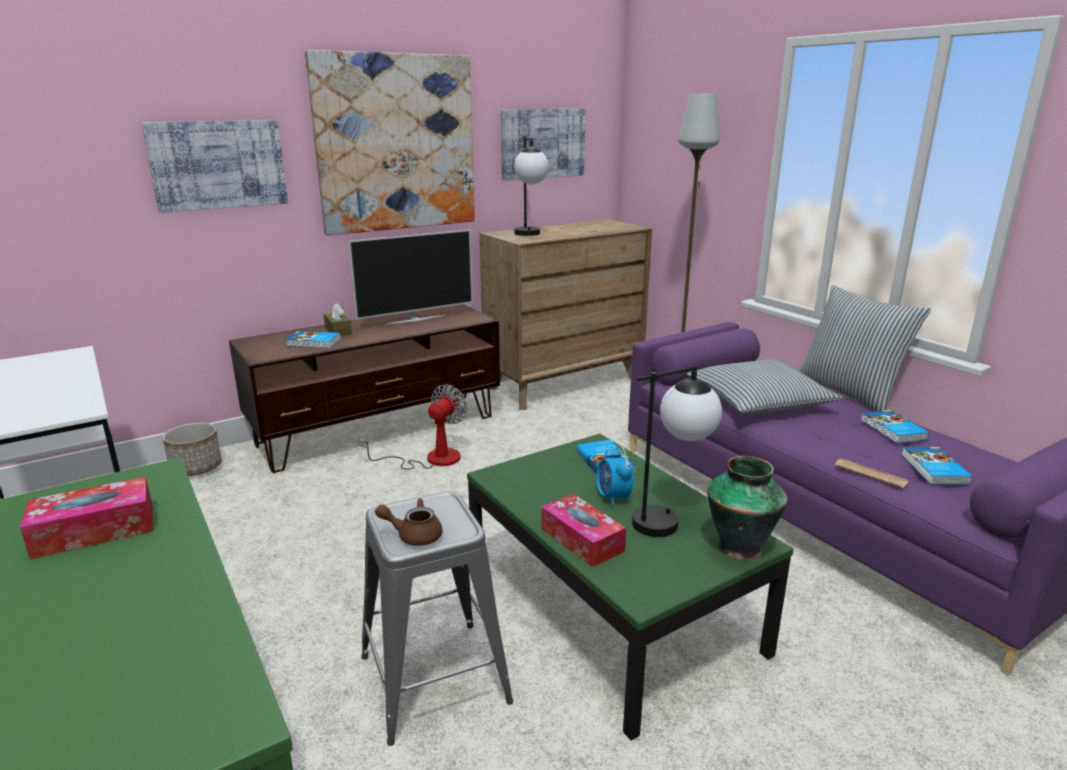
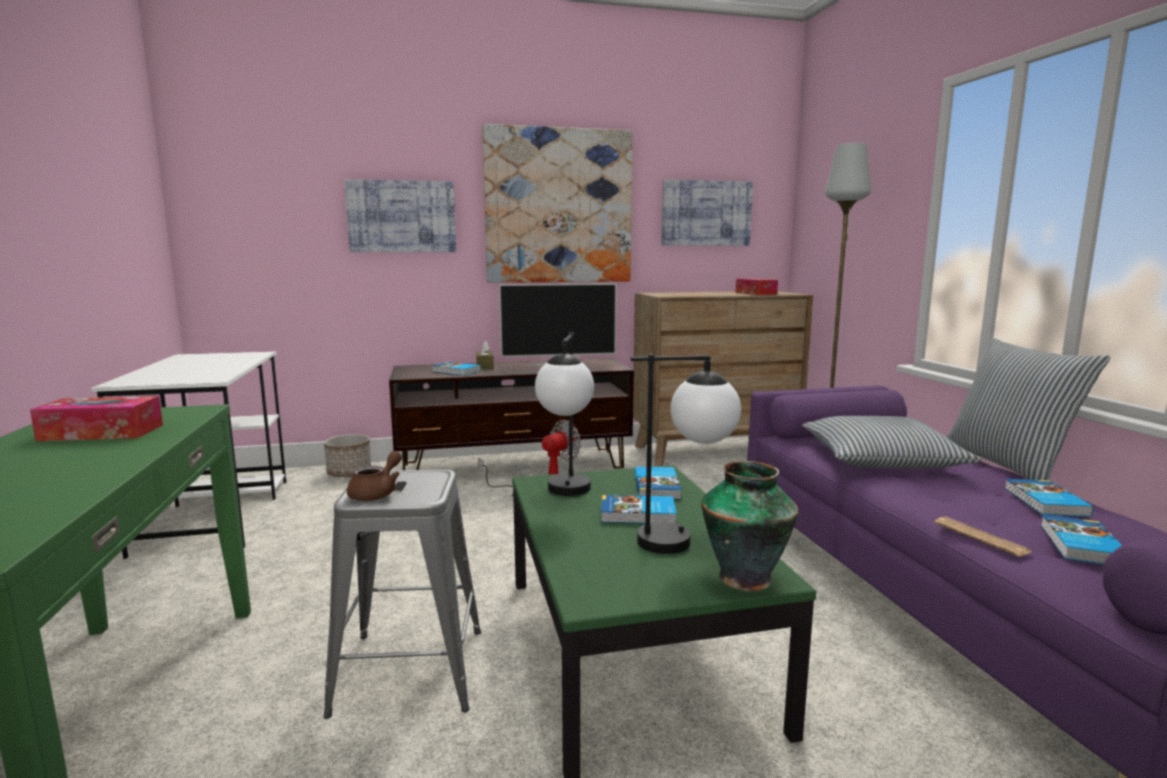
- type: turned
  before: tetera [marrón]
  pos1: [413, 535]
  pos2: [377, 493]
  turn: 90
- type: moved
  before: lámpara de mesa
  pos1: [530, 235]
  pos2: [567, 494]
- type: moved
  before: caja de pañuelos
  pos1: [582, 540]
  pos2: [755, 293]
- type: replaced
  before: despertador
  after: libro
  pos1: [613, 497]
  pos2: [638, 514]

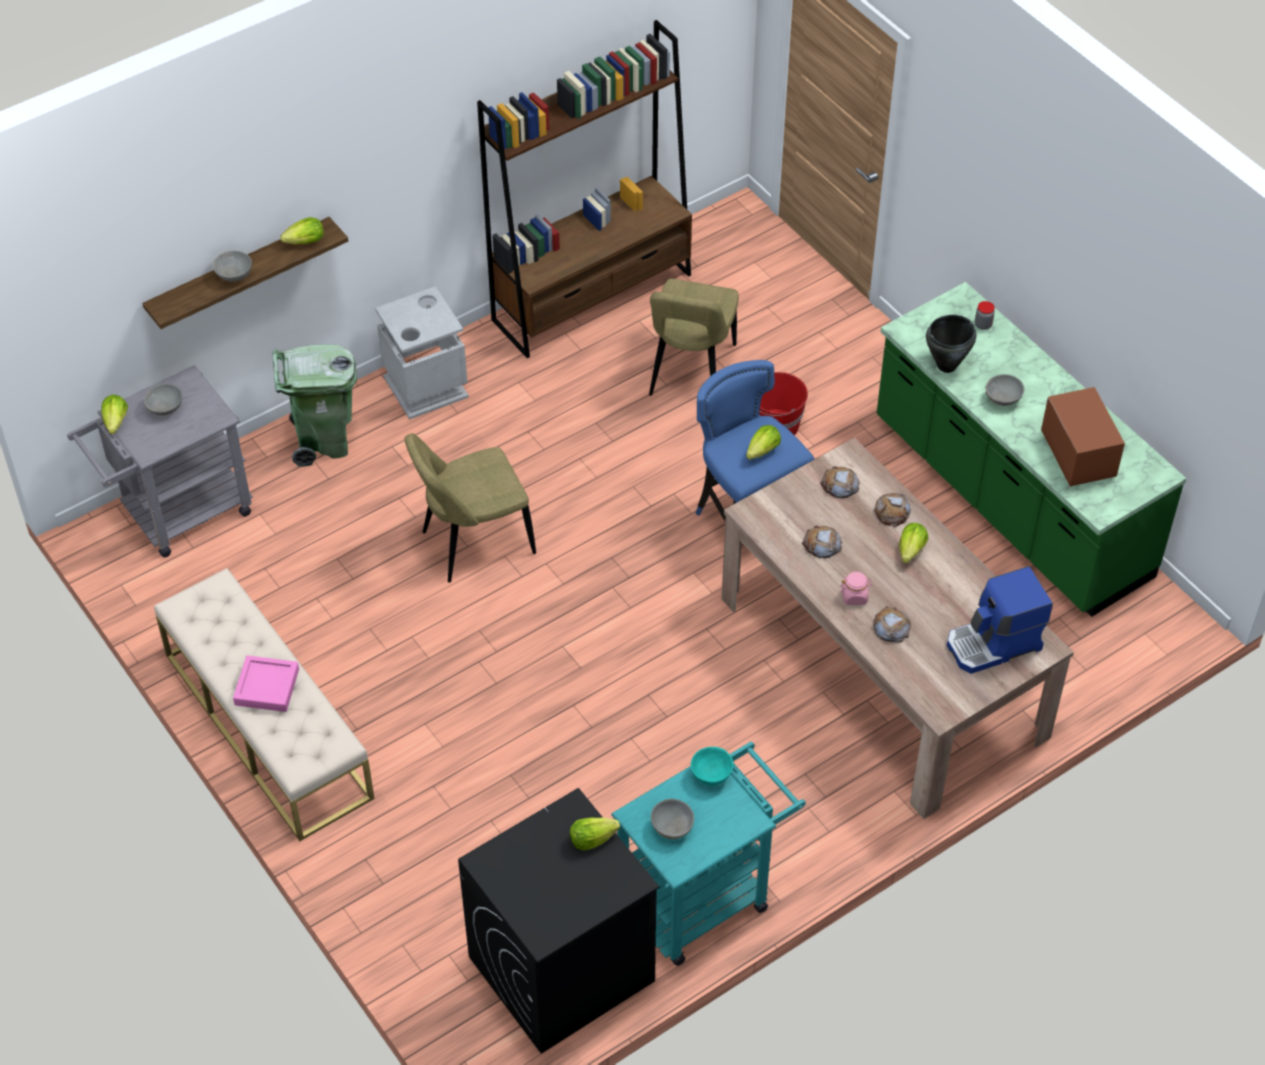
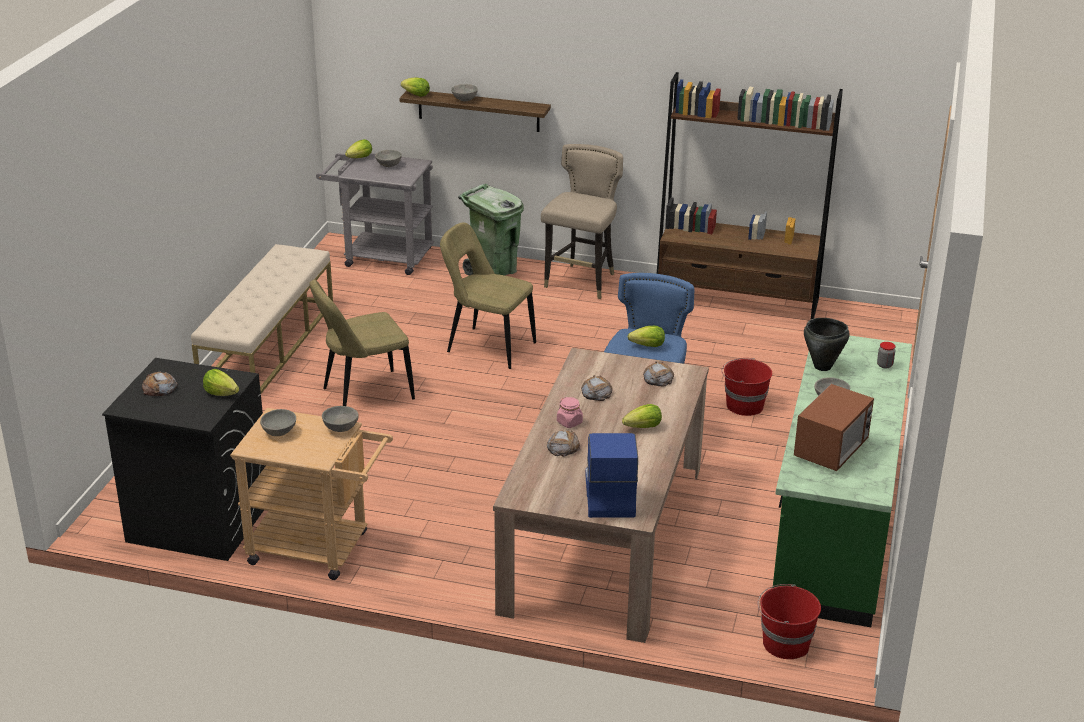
- type: removed
  before: bandeja [rosa]
  pos1: [267, 687]
- type: moved
  before: lechuga
  pos1: [306, 242]
  pos2: [416, 95]
- type: replaced
  before: papelera [gris]
  after: taburete [beis]
  pos1: [426, 386]
  pos2: [582, 282]
- type: recoloured
  before: carrito [turquesa]
  after: carrito [beis]
  pos1: [703, 895]
  pos2: [318, 549]
- type: moved
  before: silla [beis]
  pos1: [690, 373]
  pos2: [364, 395]
- type: recoloured
  before: cuenco [turquesa]
  after: cuenco [gris]
  pos1: [710, 774]
  pos2: [340, 428]
- type: moved
  before: pan
  pos1: [892, 512]
  pos2: [159, 388]
- type: turned
  before: cafetera
  pos1: [994, 644]
  pos2: [608, 495]
  turn: 60
- type: added
  after: cubo [rojo]
  pos2: [784, 643]

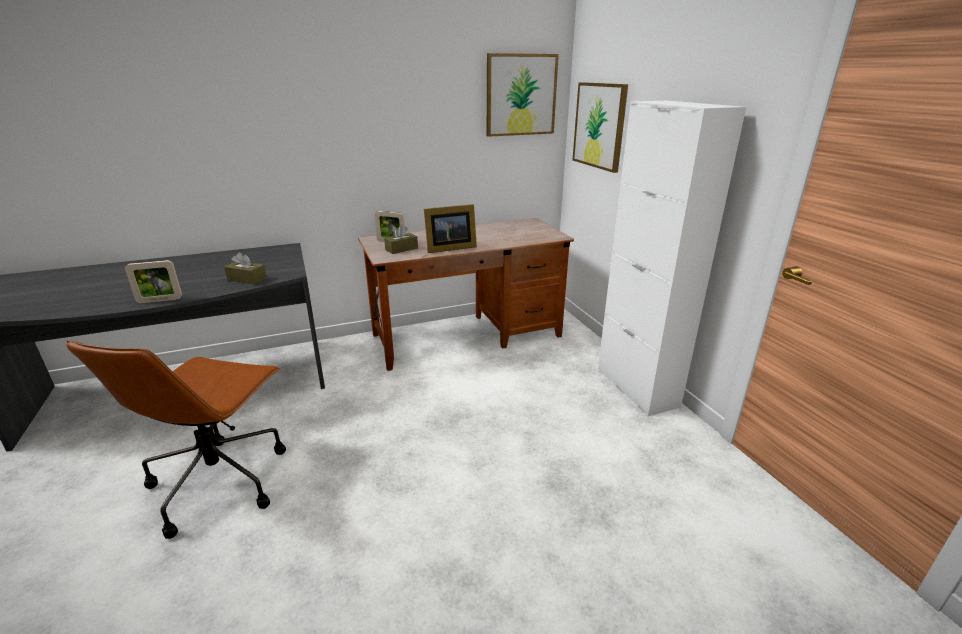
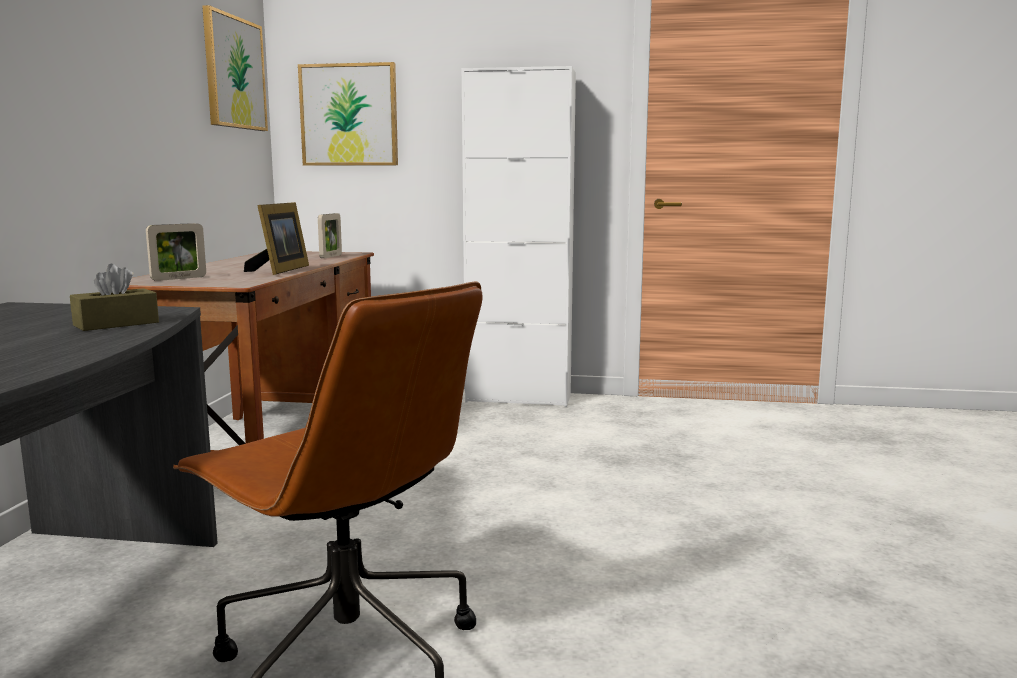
- type: moved
  before: portarretratos
  pos1: [160, 300]
  pos2: [331, 256]
- type: removed
  before: caja de pañuelos [marrón]
  pos1: [401, 249]

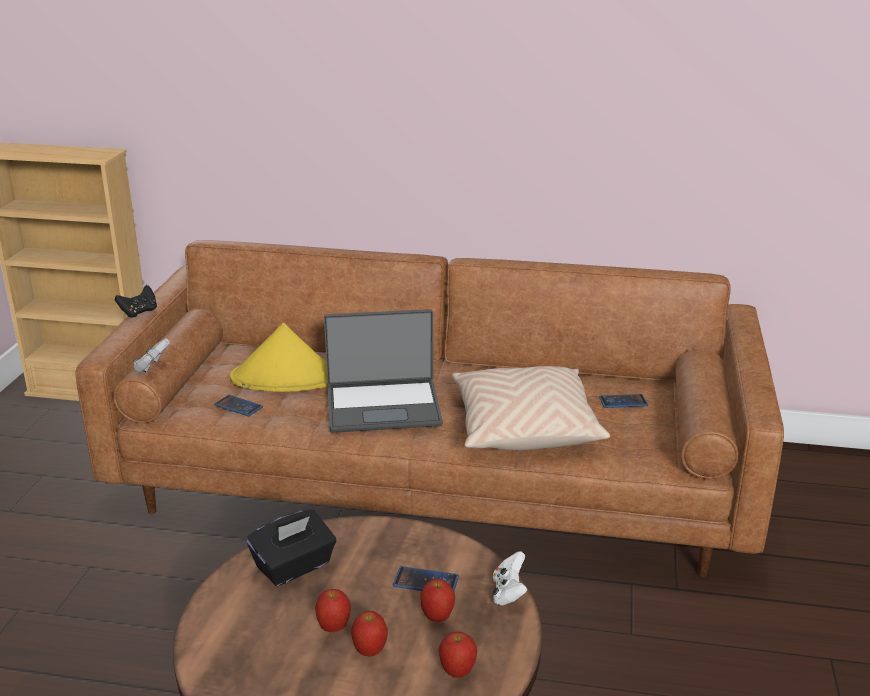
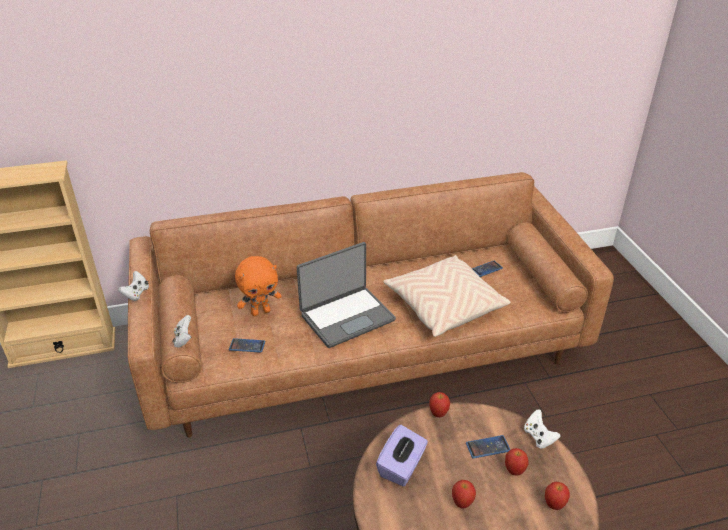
- type: recoloured
  before: mando de consola [negro]
  after: mando de consola [blanco]
  pos1: [139, 312]
  pos2: [136, 293]
- type: replaced
  before: sombrero [amarillo]
  after: peluche [naranja]
  pos1: [285, 378]
  pos2: [261, 311]
- type: recoloured
  before: caja de pañuelos [negro]
  after: caja de pañuelos [morado]
  pos1: [294, 567]
  pos2: [402, 467]
- type: moved
  before: manzana
  pos1: [370, 651]
  pos2: [438, 413]

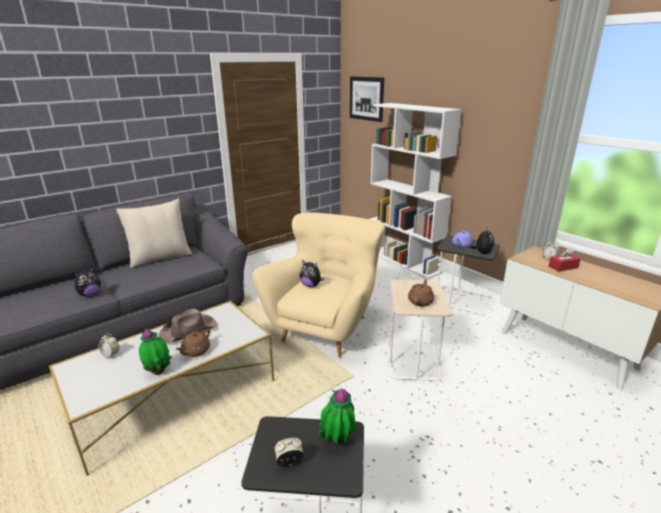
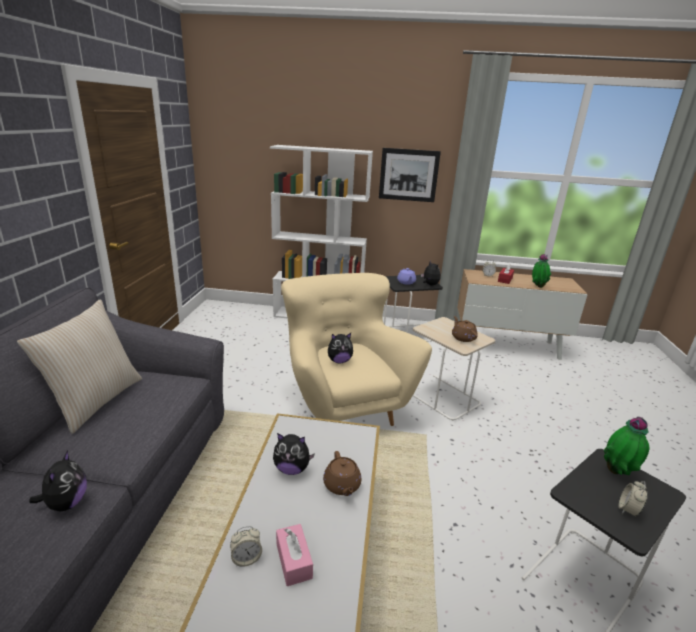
- type: moved
  before: planta en maceta
  pos1: [158, 371]
  pos2: [537, 287]
- type: replaced
  before: sombrero [marrón]
  after: peluche
  pos1: [189, 330]
  pos2: [292, 469]
- type: moved
  before: cuadro
  pos1: [366, 98]
  pos2: [408, 175]
- type: added
  after: caja de pañuelos [rosa]
  pos2: [294, 561]

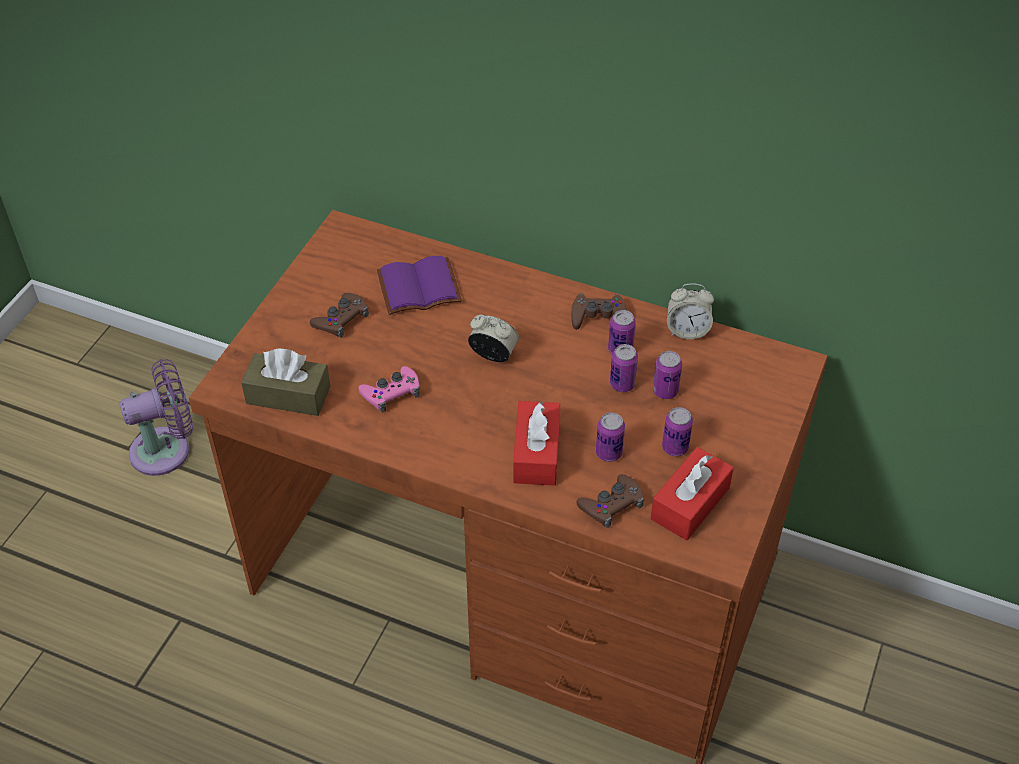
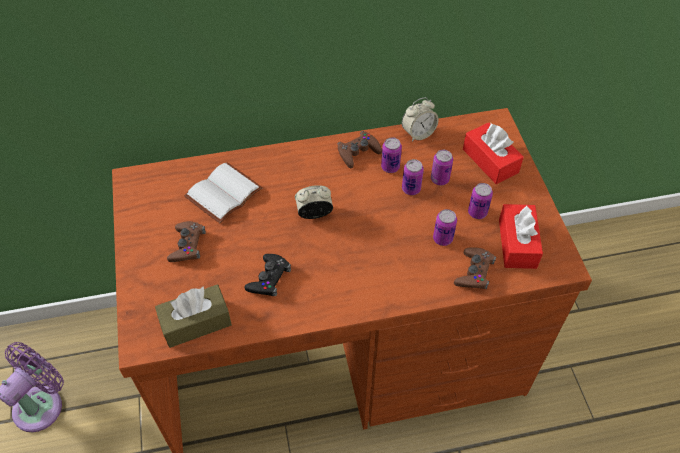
- type: recoloured
  before: mando de consola [rosa]
  after: mando de consola [negro]
  pos1: [391, 393]
  pos2: [269, 278]
- type: recoloured
  before: libro [morado]
  after: libro [blanco]
  pos1: [418, 289]
  pos2: [224, 195]
- type: moved
  before: caja de pañuelos [rojo]
  pos1: [536, 453]
  pos2: [490, 161]

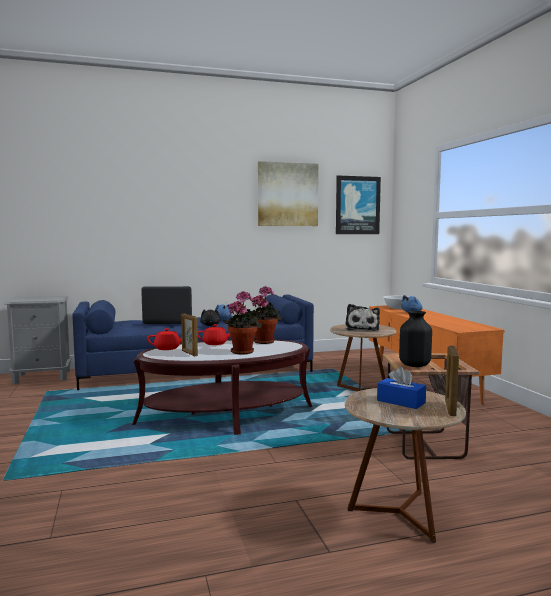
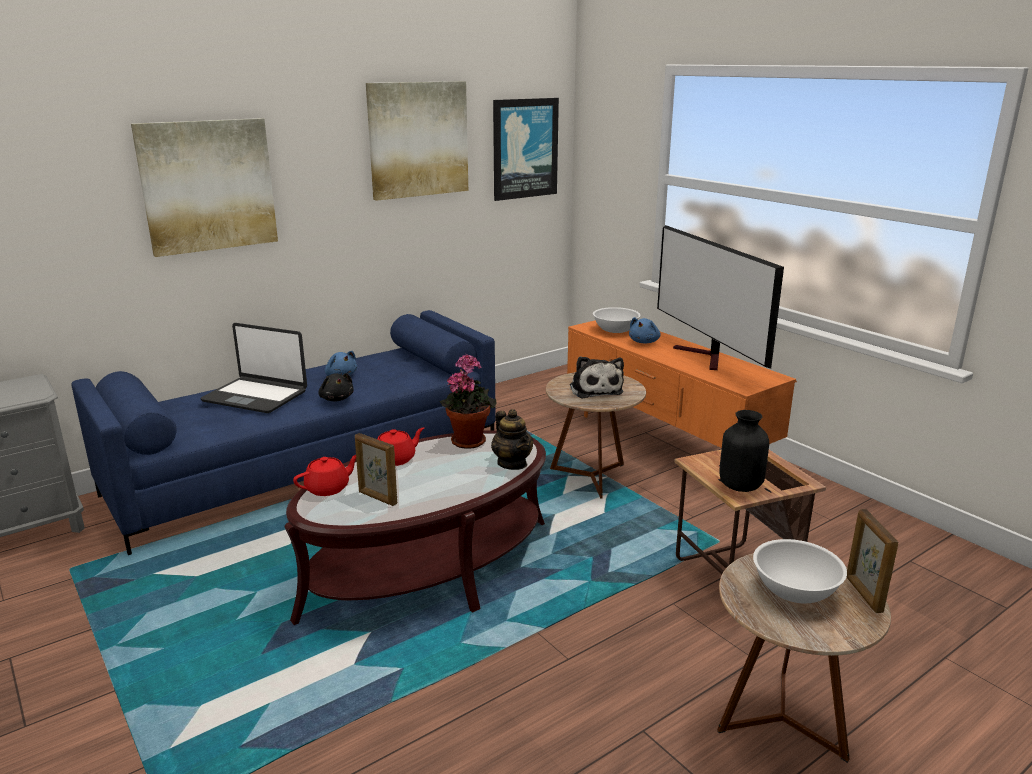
- type: turned
  before: portátil
  pos1: [169, 321]
  pos2: [256, 396]
  turn: -135
- type: removed
  before: planta en maceta
  pos1: [243, 351]
- type: replaced
  before: caja de pañuelos [azul]
  after: cuenco [blanco]
  pos1: [401, 401]
  pos2: [795, 590]
- type: added
  after: cuadro
  pos2: [208, 186]
- type: added
  after: tetera
  pos2: [512, 463]
- type: added
  after: televisor
  pos2: [706, 357]

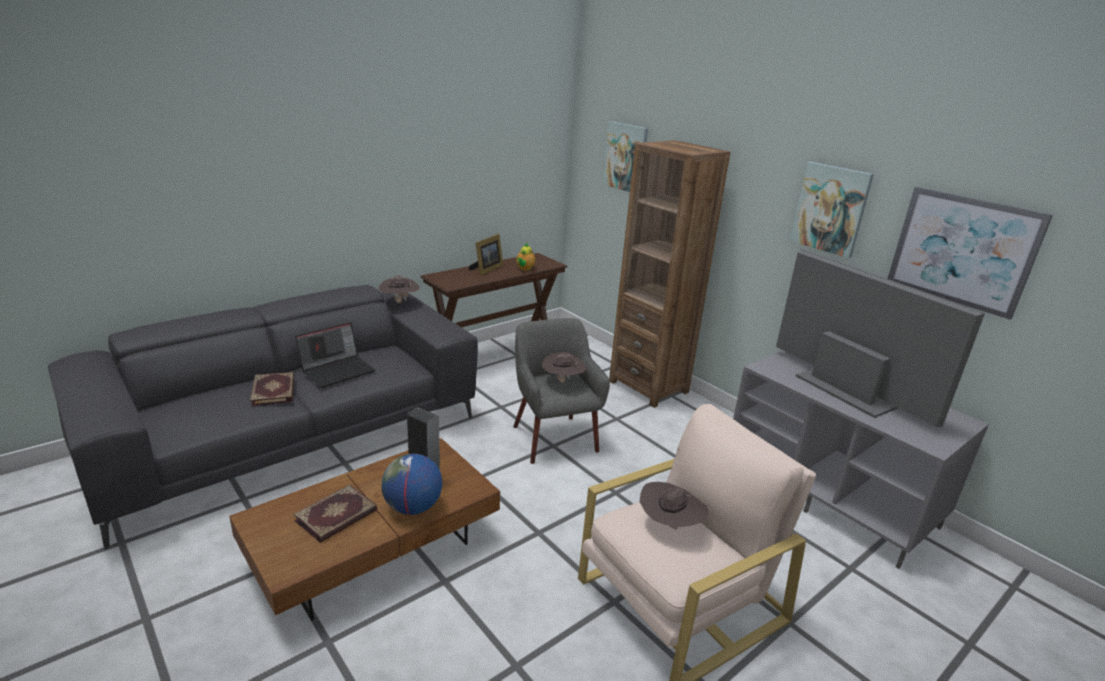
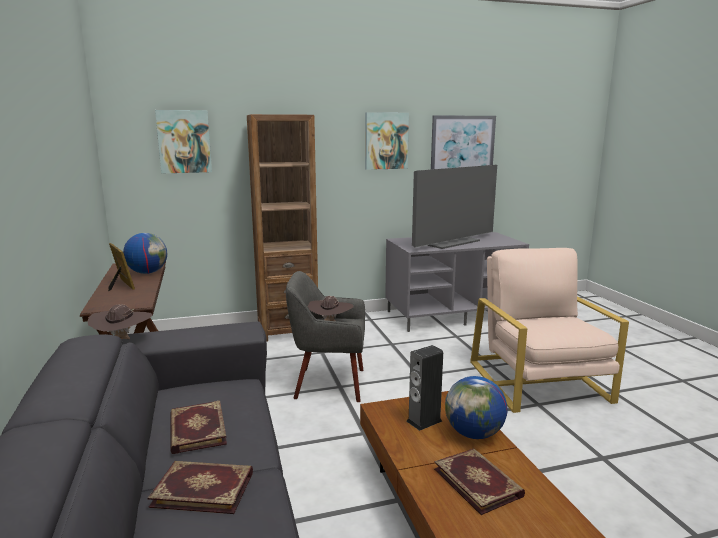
- type: replaced
  before: portátil
  after: libro
  pos1: [338, 370]
  pos2: [196, 429]
- type: replaced
  before: tetera
  after: globo terráqueo
  pos1: [524, 269]
  pos2: [147, 272]
- type: removed
  before: sombrero [marrón]
  pos1: [669, 525]
- type: turned
  before: televisor
  pos1: [846, 390]
  pos2: [451, 242]
  turn: 150

